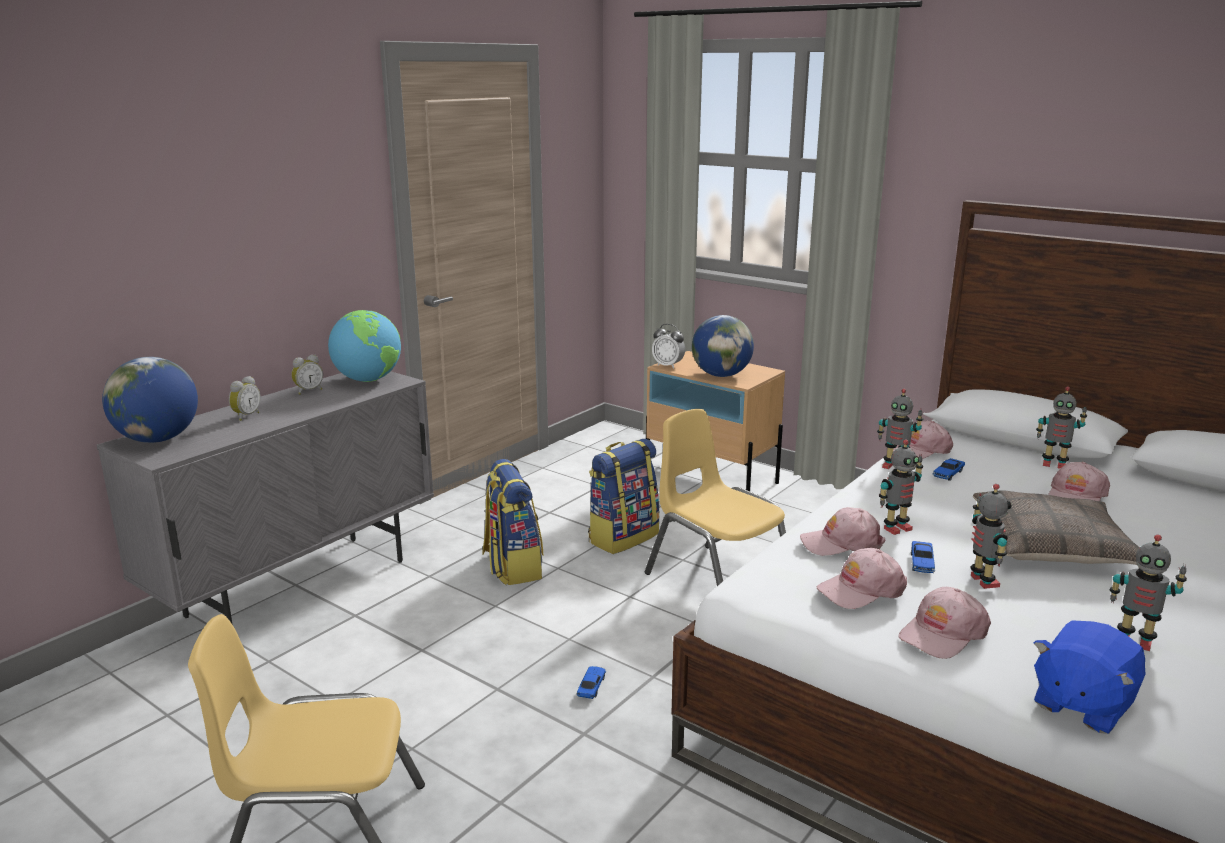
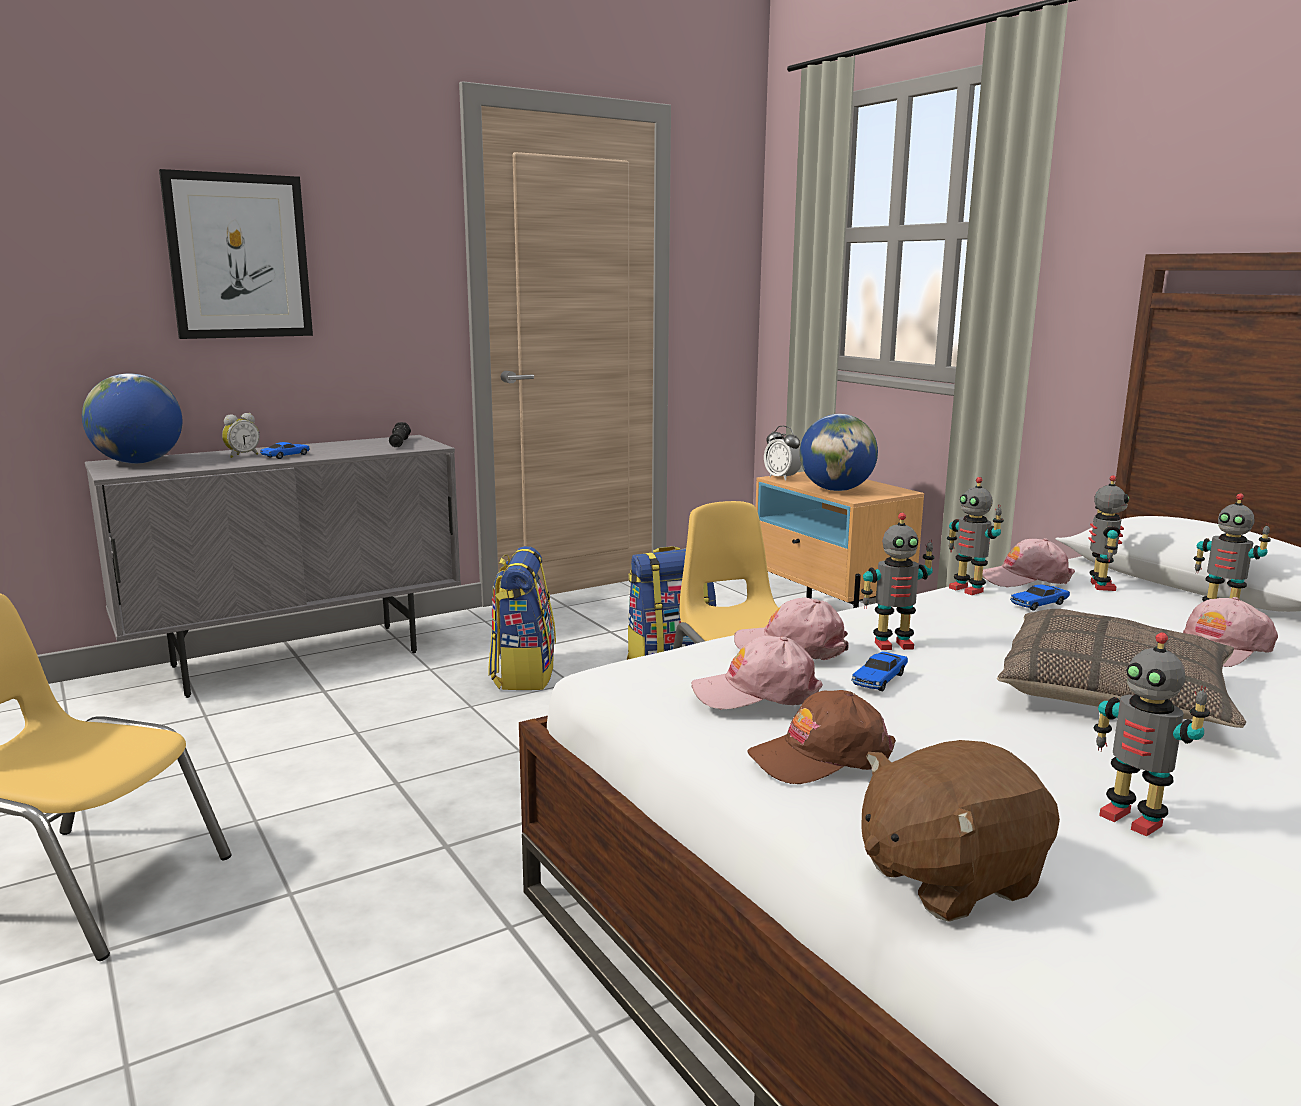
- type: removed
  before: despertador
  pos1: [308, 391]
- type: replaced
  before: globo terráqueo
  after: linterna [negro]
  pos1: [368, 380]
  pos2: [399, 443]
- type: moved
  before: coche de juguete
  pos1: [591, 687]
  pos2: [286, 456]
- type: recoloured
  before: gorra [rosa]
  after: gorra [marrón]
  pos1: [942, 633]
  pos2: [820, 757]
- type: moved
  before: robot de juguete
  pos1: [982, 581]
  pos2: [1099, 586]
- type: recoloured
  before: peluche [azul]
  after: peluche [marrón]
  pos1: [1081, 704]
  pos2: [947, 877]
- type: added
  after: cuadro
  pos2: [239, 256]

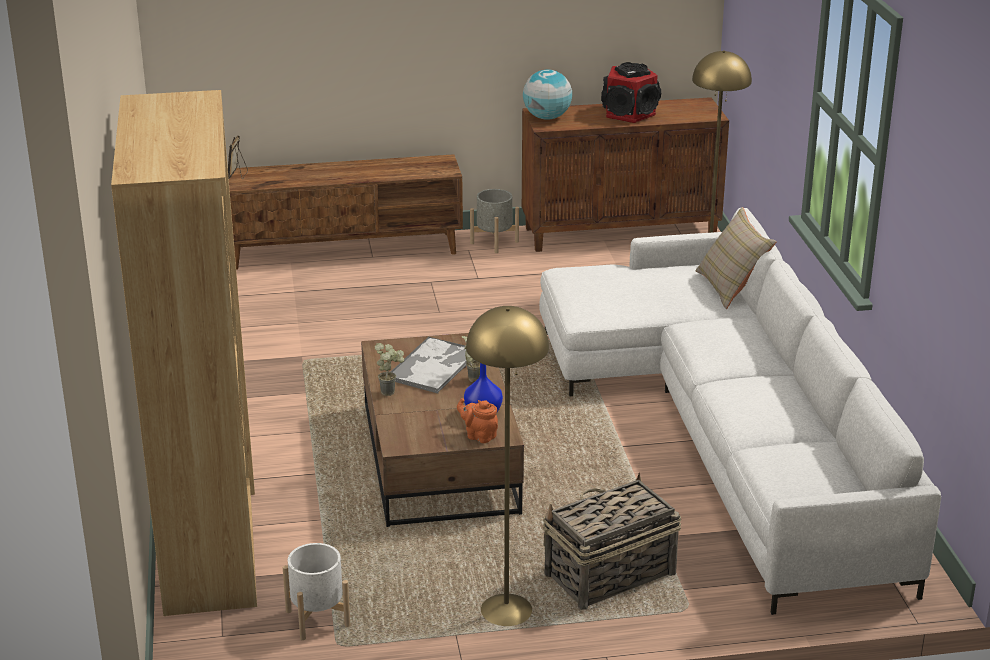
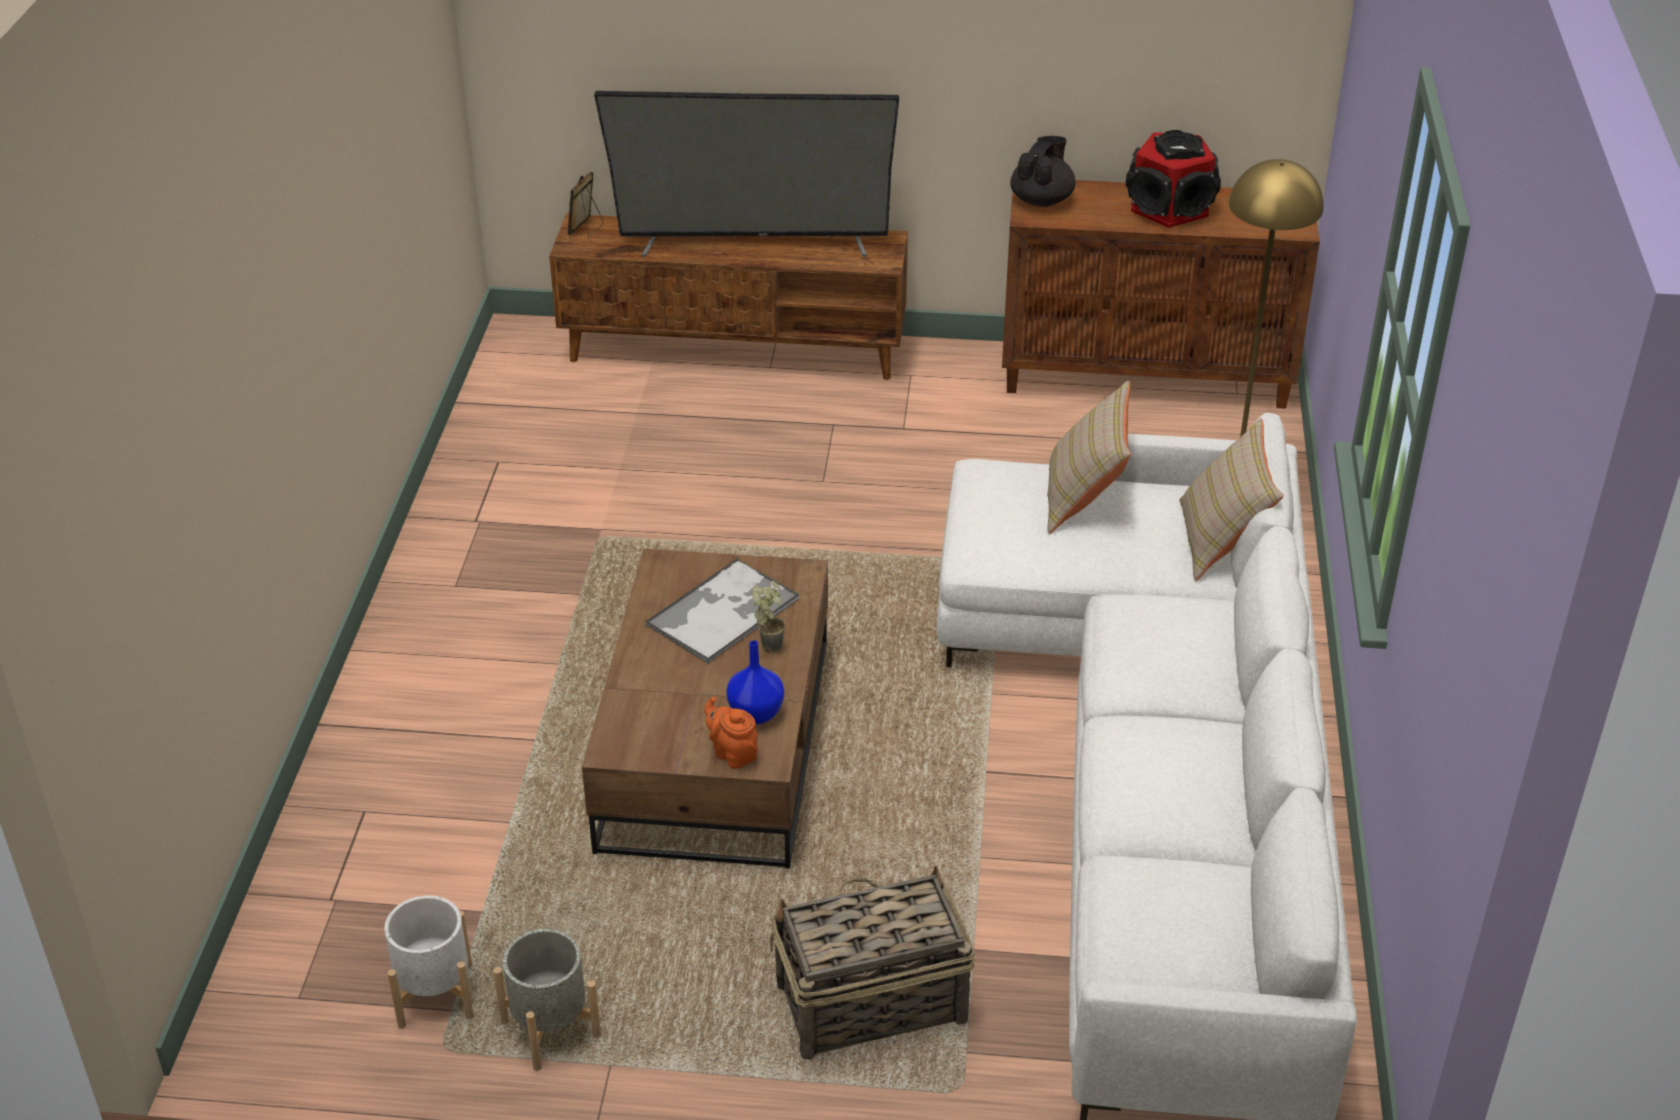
- type: removed
  before: estantería [marrón]
  pos1: [211, 546]
- type: removed
  before: planta en maceta
  pos1: [391, 391]
- type: removed
  before: lámpara de pie [amarillo]
  pos1: [506, 611]
- type: moved
  before: maceta [gris]
  pos1: [494, 242]
  pos2: [551, 1030]
- type: replaced
  before: globo terráqueo
  after: tetera [negro]
  pos1: [547, 117]
  pos2: [1042, 200]
- type: added
  after: televisor
  pos2: [753, 243]
- type: added
  after: cojín [beis]
  pos2: [1084, 498]

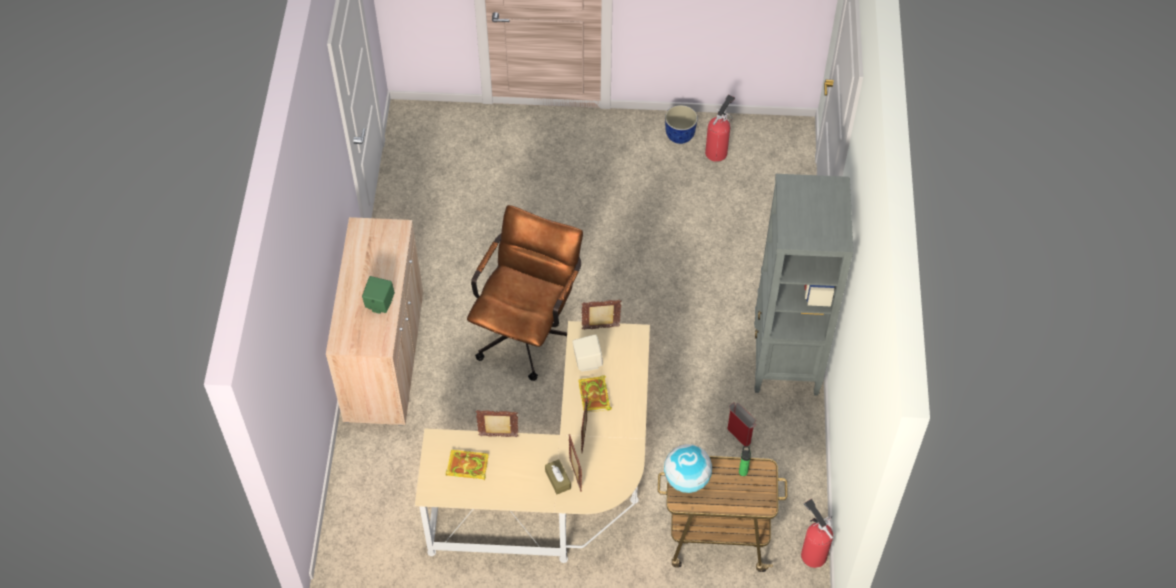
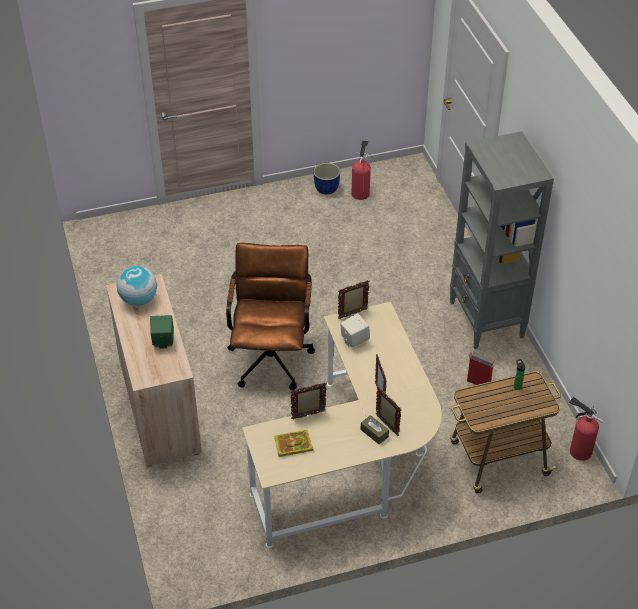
- type: removed
  before: libro
  pos1: [595, 396]
- type: moved
  before: globo terráqueo
  pos1: [687, 479]
  pos2: [139, 299]

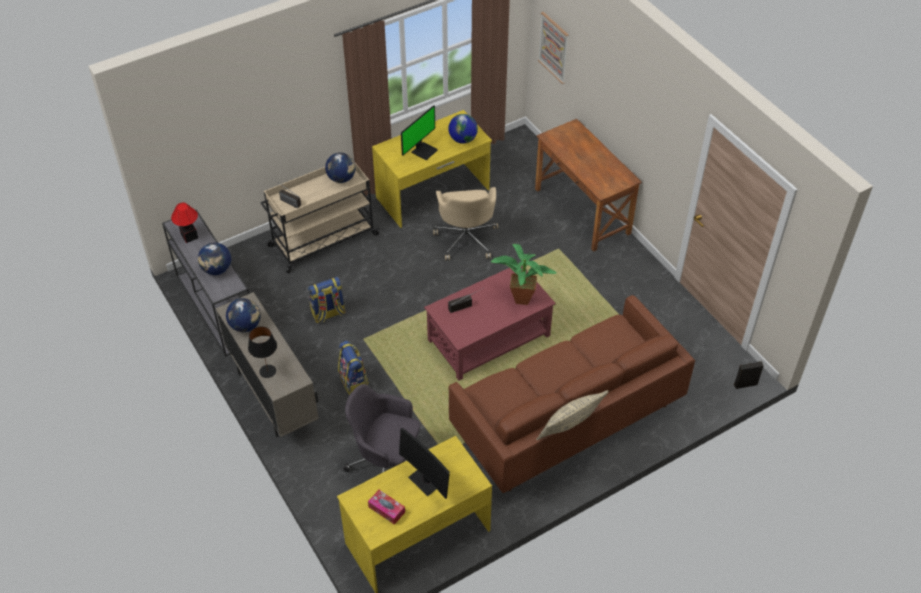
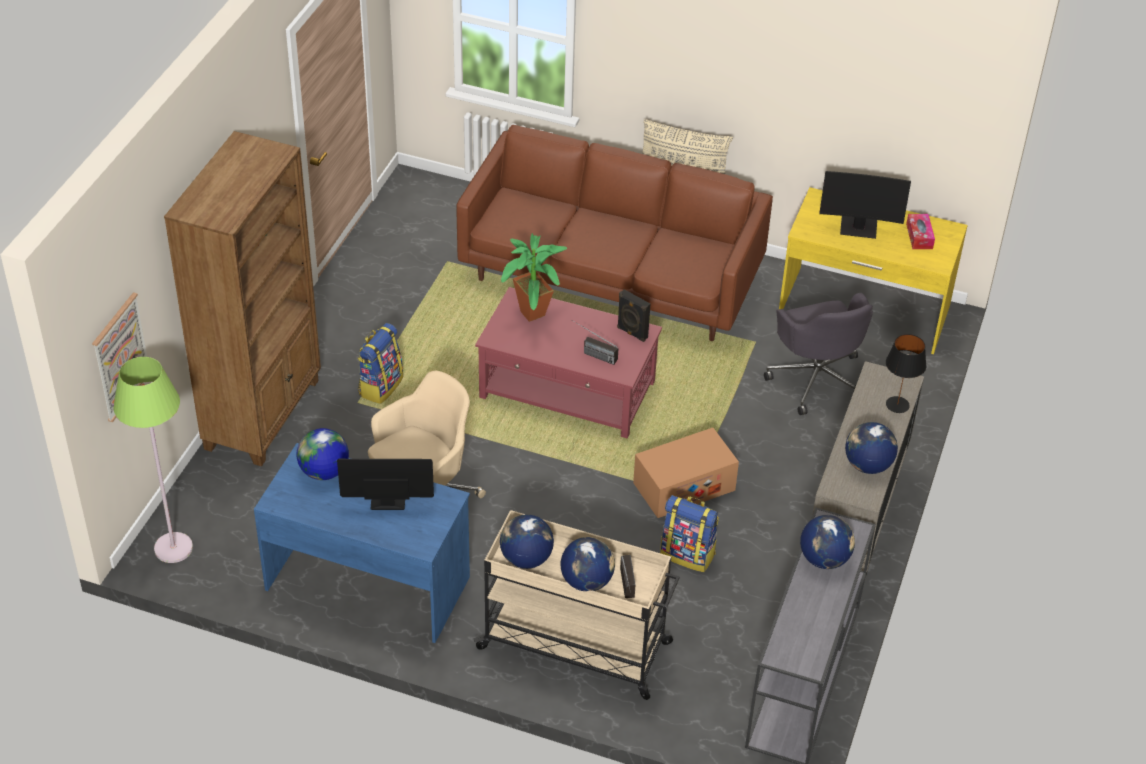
- type: removed
  before: lámpara de mesa
  pos1: [189, 236]
- type: moved
  before: mochila
  pos1: [354, 382]
  pos2: [380, 386]
- type: recoloured
  before: escritorio [amarillo]
  after: escritorio [azul]
  pos1: [433, 194]
  pos2: [368, 582]
- type: turned
  before: monitor
  pos1: [426, 480]
  pos2: [858, 228]
  turn: 90
- type: replaced
  before: escritorio [marrón]
  after: estantería [marrón]
  pos1: [582, 211]
  pos2: [264, 414]
- type: moved
  before: altavoz [negro]
  pos1: [745, 384]
  pos2: [631, 333]
- type: added
  after: lámpara de pie [verde]
  pos2: [173, 548]
- type: added
  after: globo terráqueo
  pos2: [587, 581]
- type: added
  after: caja de cartón
  pos2: [684, 486]

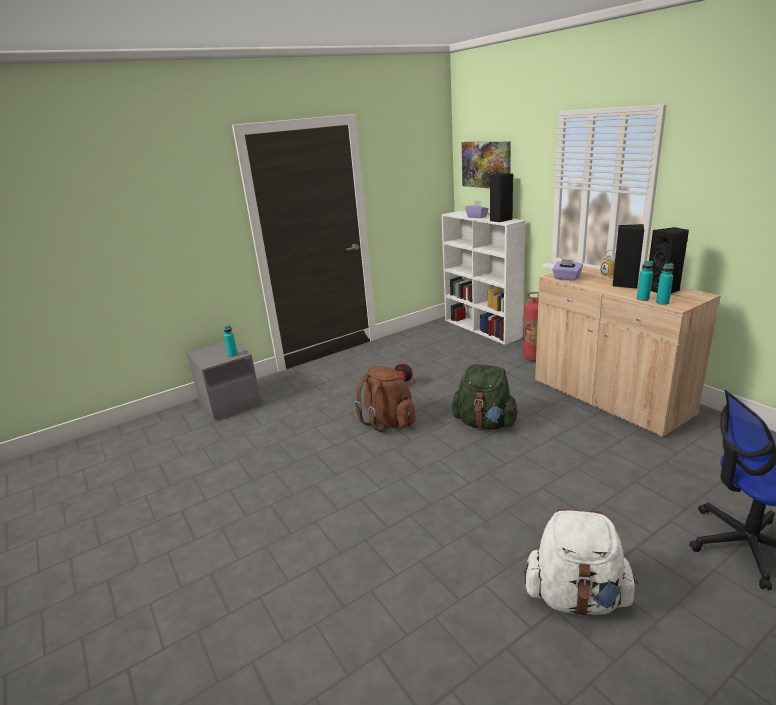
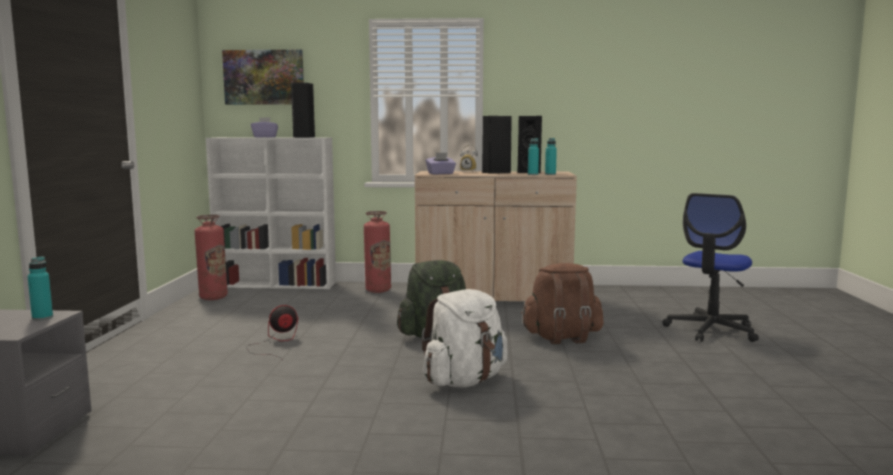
- type: moved
  before: mochila [marrón]
  pos1: [388, 422]
  pos2: [562, 338]
- type: moved
  before: mochila [blanco]
  pos1: [576, 597]
  pos2: [464, 381]
- type: added
  after: extintor
  pos2: [213, 297]

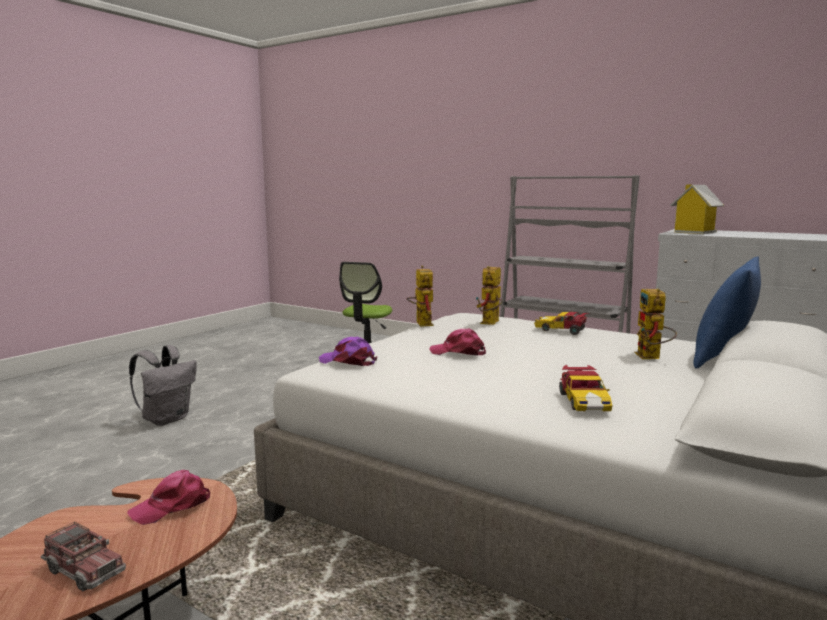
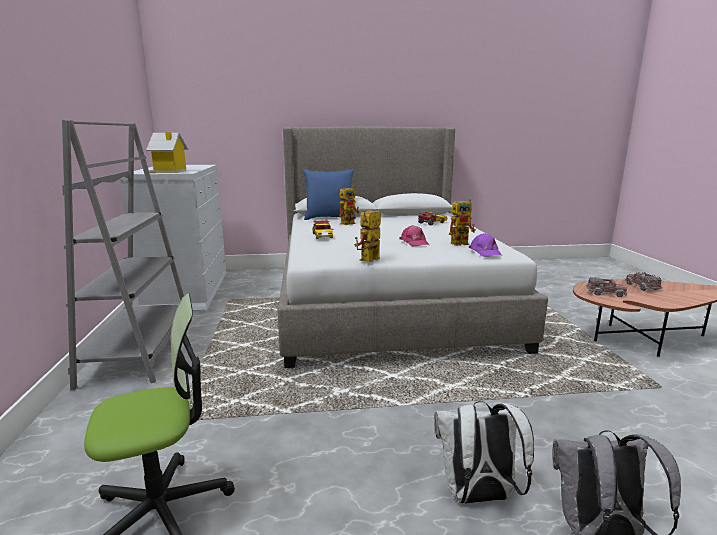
- type: replaced
  before: gorra [rosa]
  after: camión de juguete
  pos1: [172, 506]
  pos2: [605, 293]
- type: moved
  before: robot de juguete
  pos1: [490, 323]
  pos2: [462, 243]
- type: added
  after: mochila [blanco]
  pos2: [477, 496]

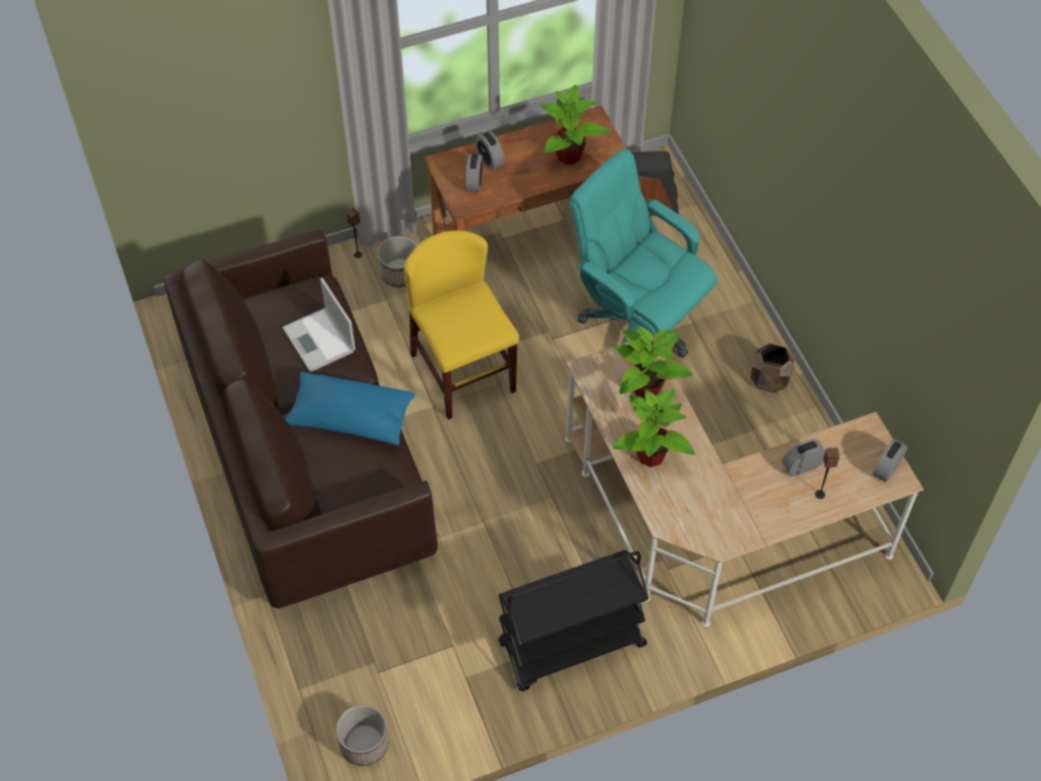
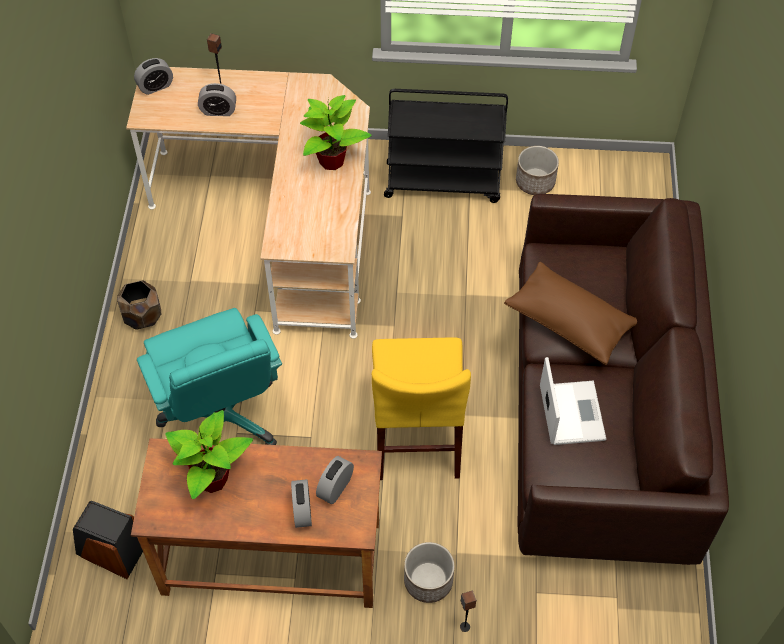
- type: recoloured
  before: cojín [azul]
  after: cojín [marrón]
  pos1: [350, 418]
  pos2: [569, 322]
- type: moved
  before: maceta
  pos1: [364, 744]
  pos2: [535, 182]
- type: removed
  before: planta en maceta
  pos1: [645, 389]

